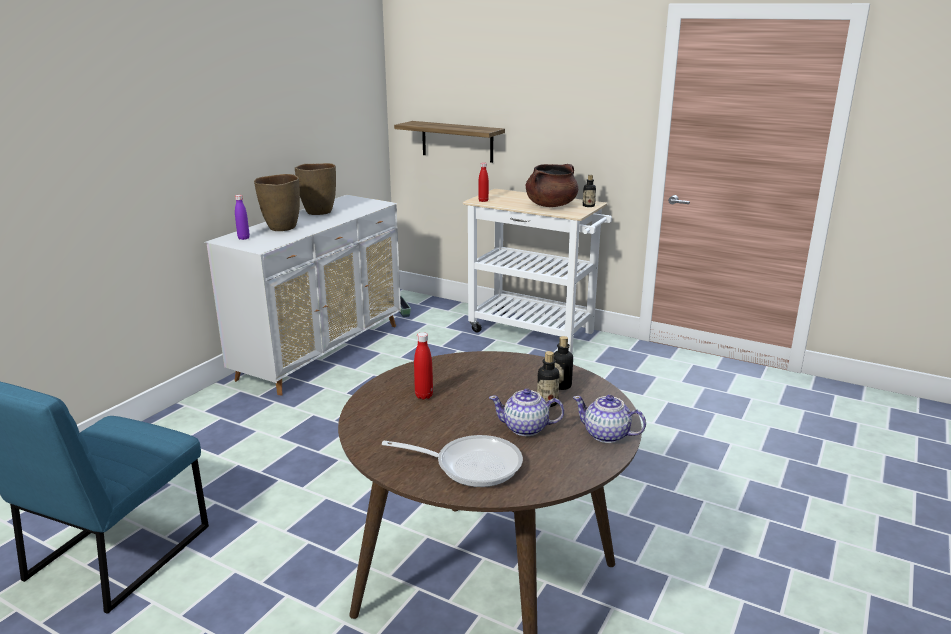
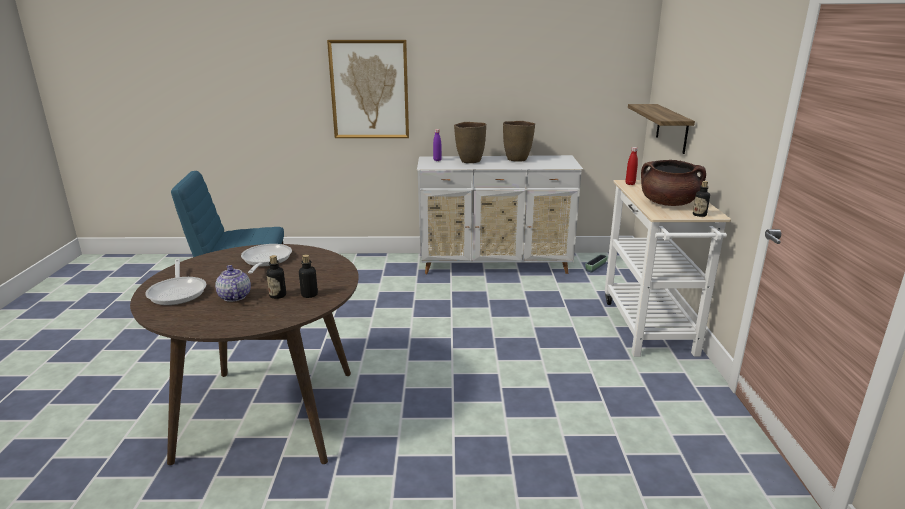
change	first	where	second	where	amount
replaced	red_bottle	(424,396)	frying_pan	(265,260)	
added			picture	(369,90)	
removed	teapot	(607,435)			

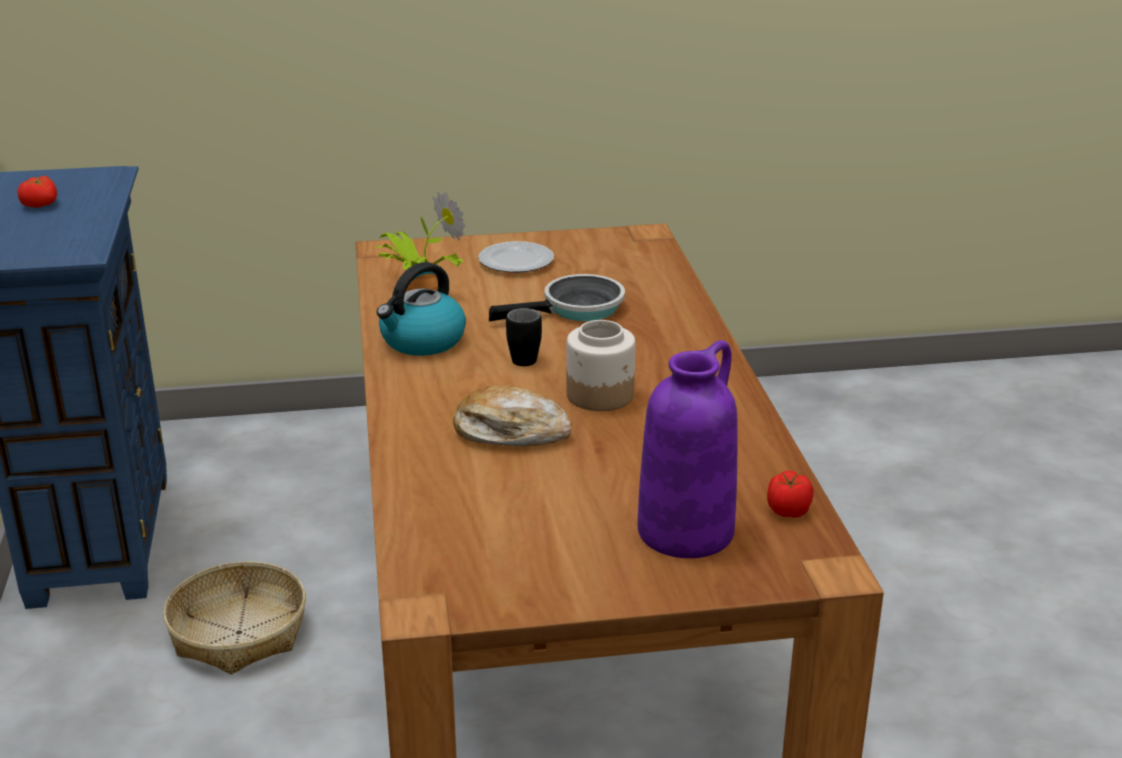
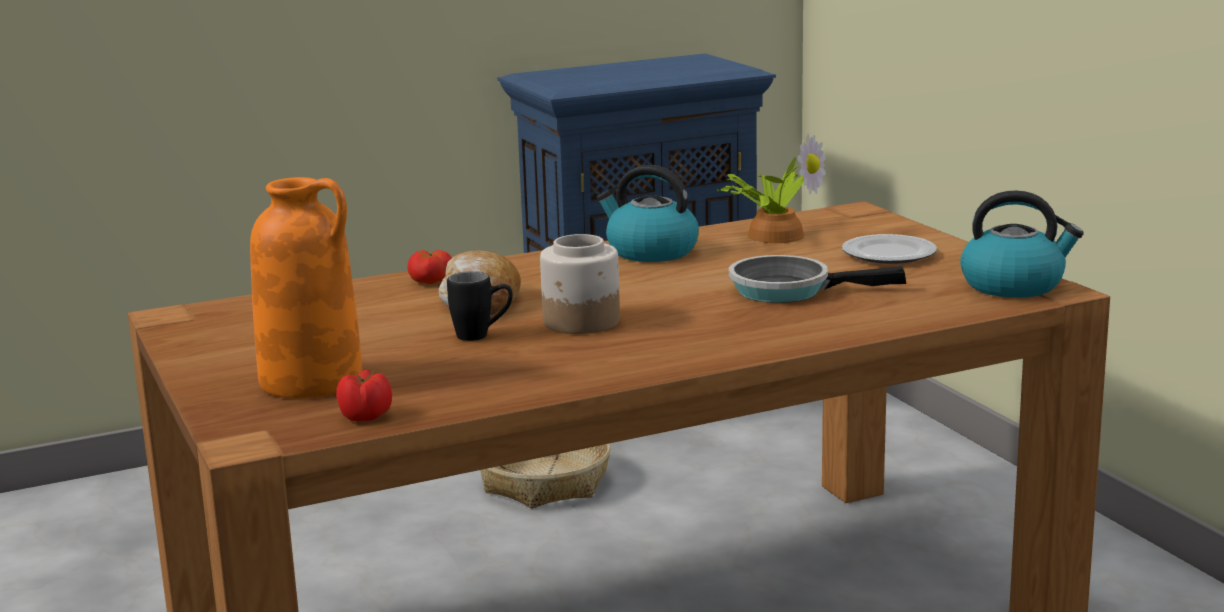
change	first	where	second	where	amount
recoloured	purple_vase	(685,530)	orange_vase	(313,381)	
moved	tomato	(41,204)		(431,282)	
moved	black_mug	(527,357)		(482,335)	
turned	frying_pan	(577,309)		(788,290)	135 degrees clockwise
added			kettle	(1014,285)	

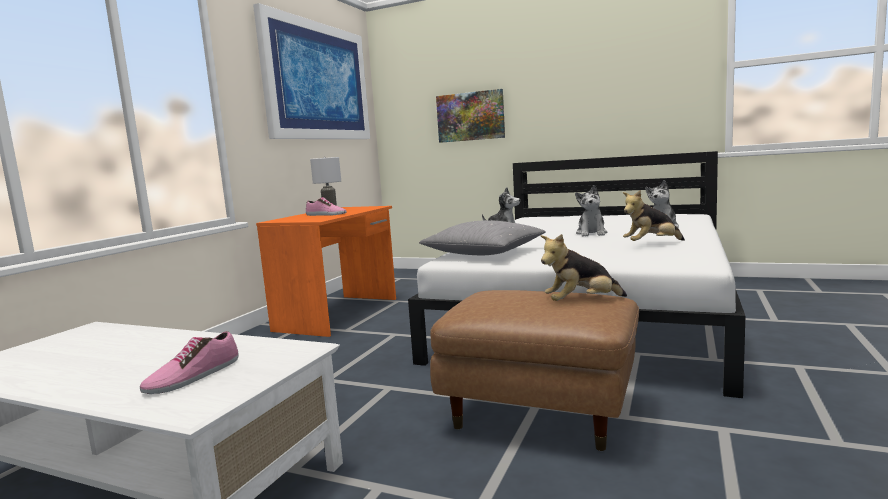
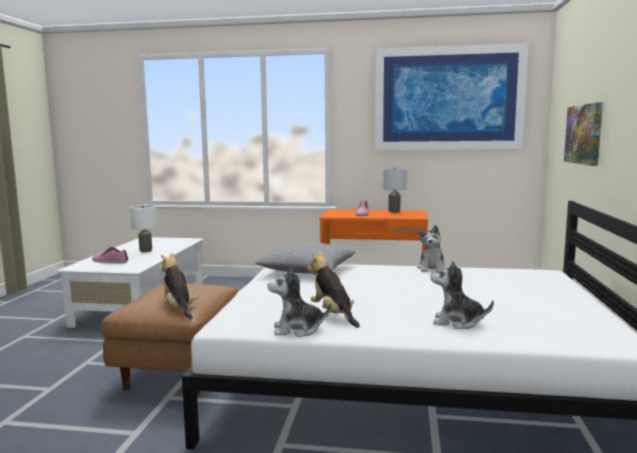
change	first	where	second	where	amount
added			white_table_lamp	(146,251)	
moved	plush_toy	(591,233)		(297,330)	

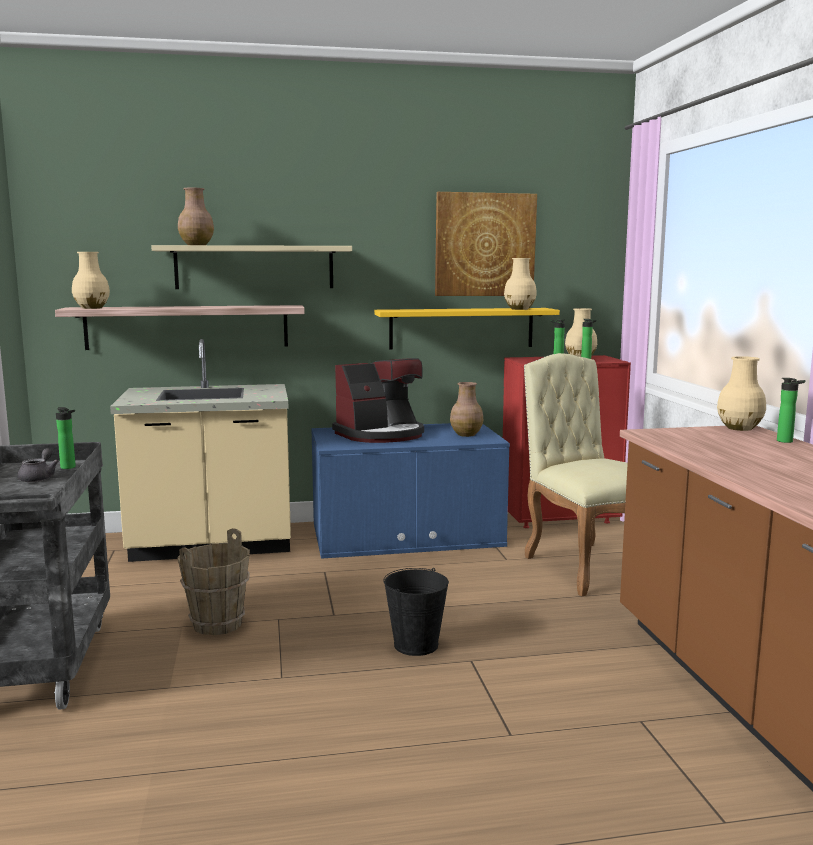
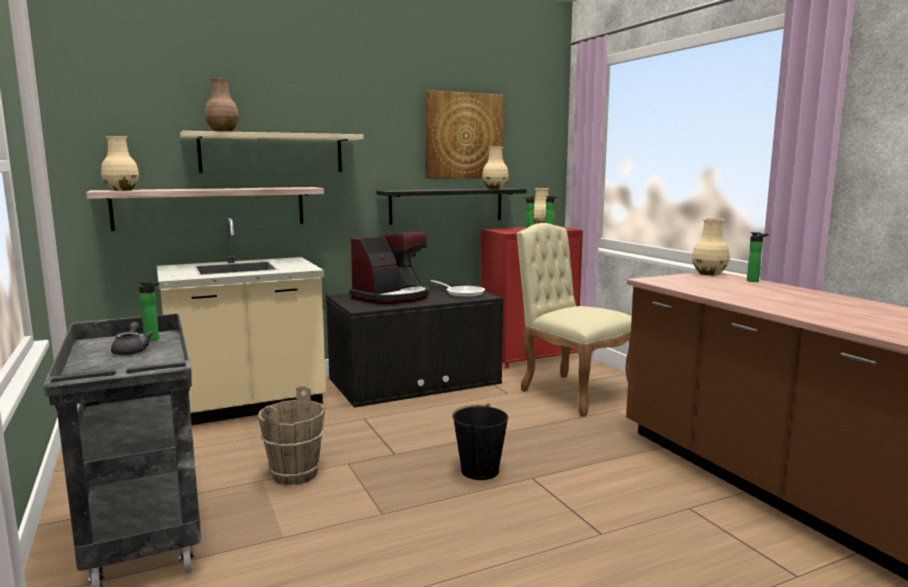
change	first	where	second	where	amount
recoloured	blue_cabinet	(407,534)	black_cabinet	(415,381)	
recoloured	yellow_shelf	(461,328)	black_shelf	(446,205)	
replaced	brown_vase	(466,434)	frying_pan	(462,293)	

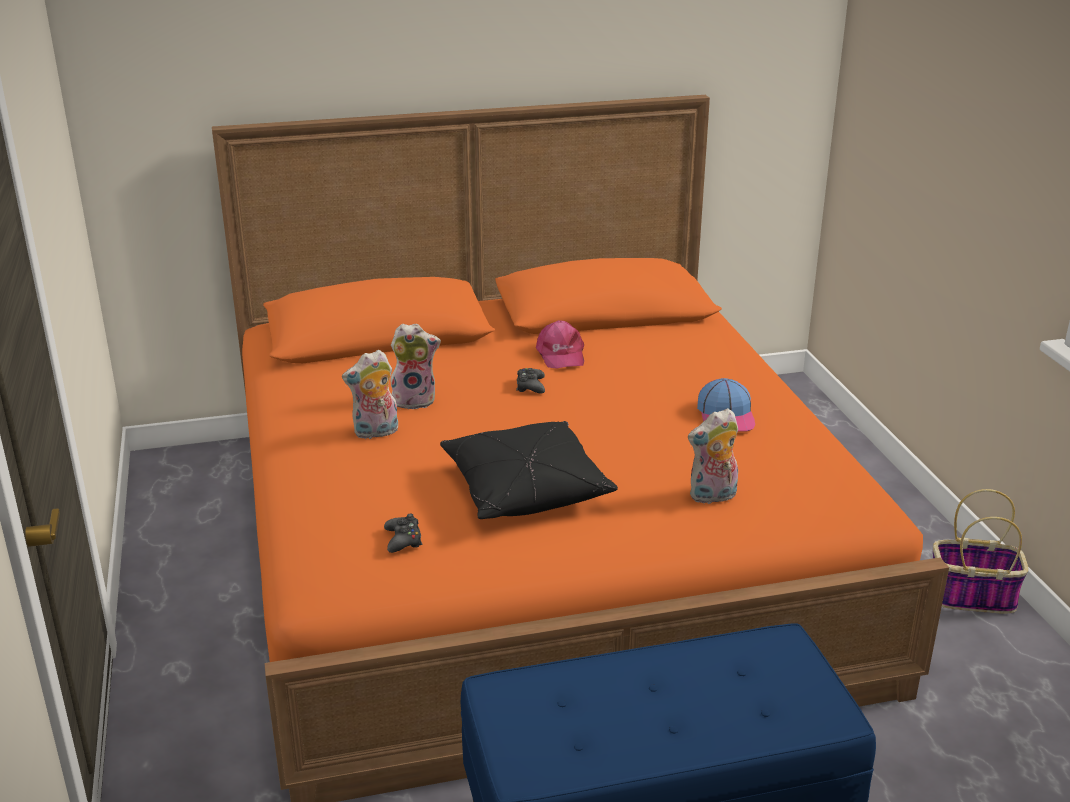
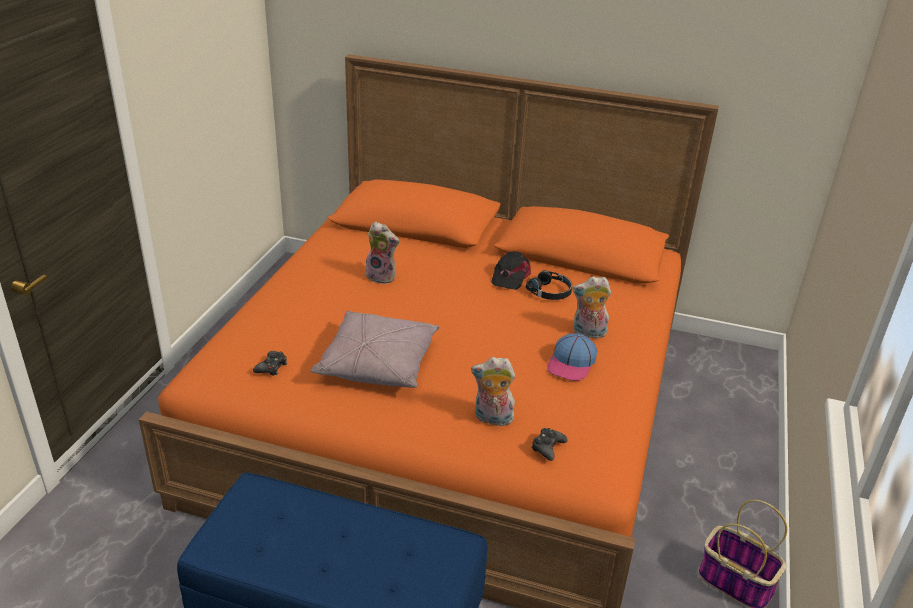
change	first	where	second	where	amount
recoloured	black_pillow	(525,490)	purple_pillow	(378,363)	
recoloured	pink_cap	(560,354)	black_cap	(510,276)	
added			black_headphones	(550,292)	
moved	black_game_controller	(530,386)		(548,447)	
moved	plush_toy	(375,433)		(588,333)	

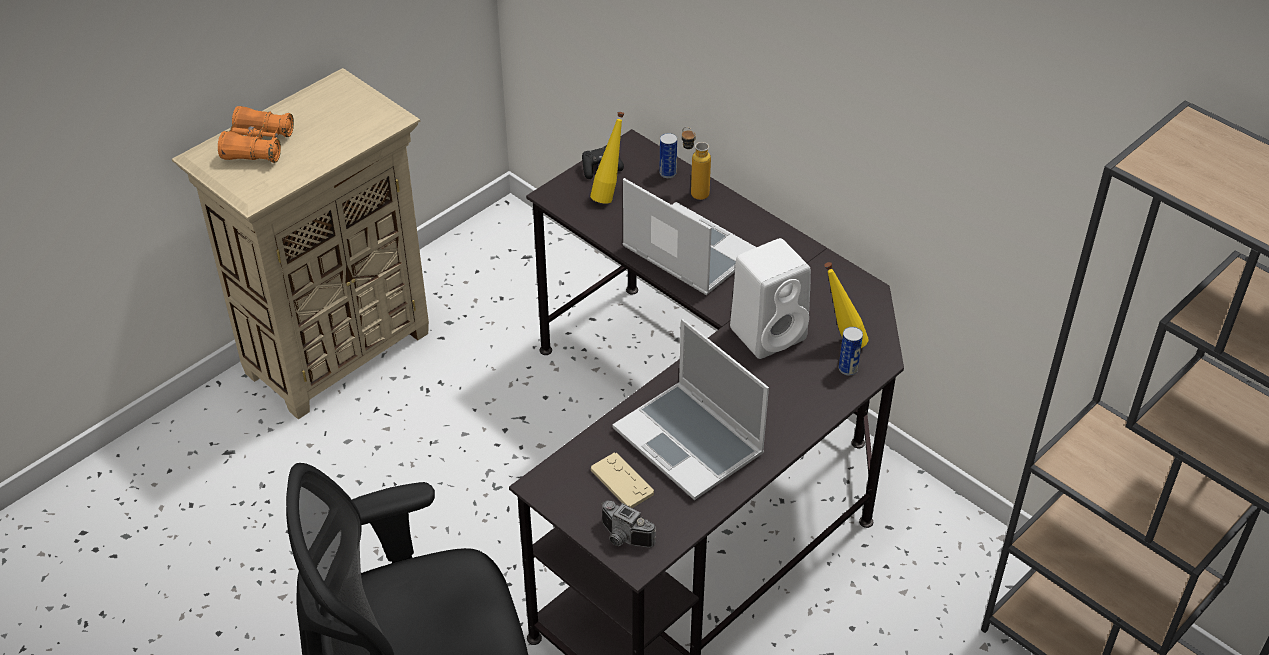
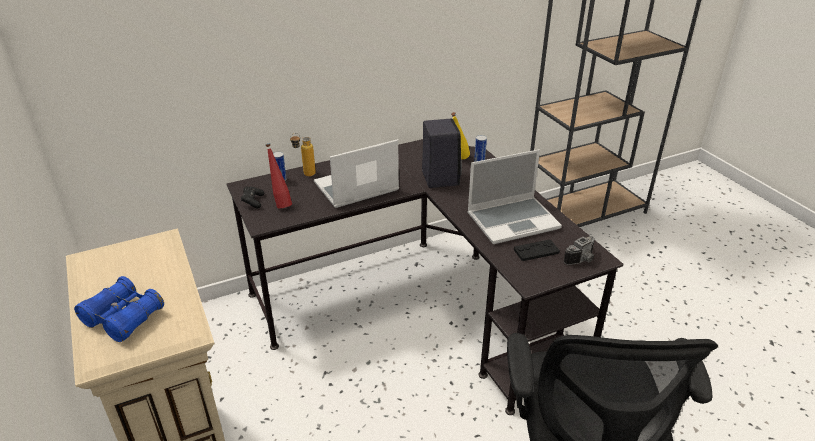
change	first	where	second	where	amount
recoloured	orange_binoculars	(258,146)	blue_binoculars	(123,318)	
recoloured	yellow_bottle	(609,194)	red_bottle	(281,204)	
recoloured	white_speaker	(769,332)	black_speaker	(439,178)	
recoloured	beige_game_controller	(622,482)	black_game_controller	(536,251)	

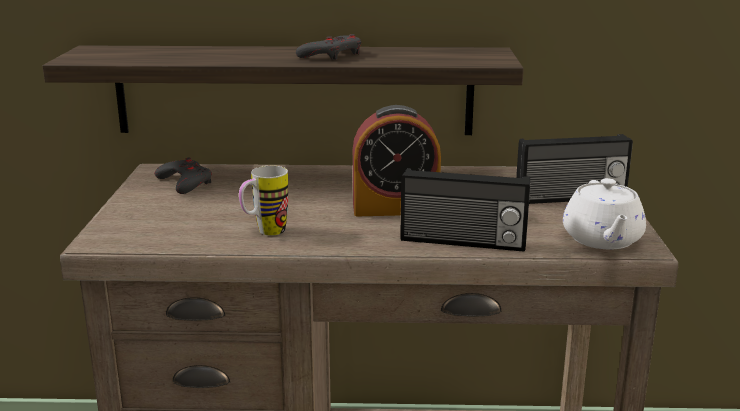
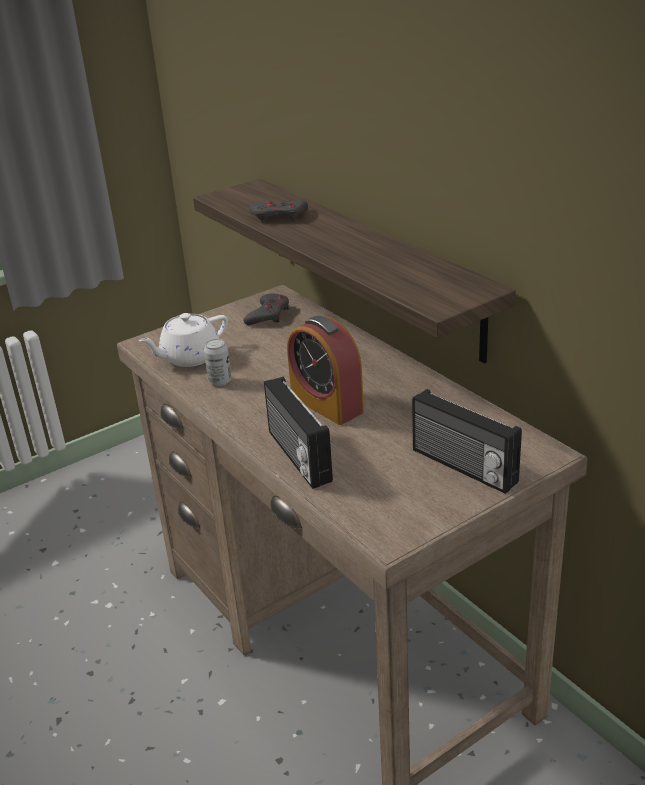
change	first	where	second	where	amount
moved	white_teapot	(602,240)		(189,357)	
replaced	mug	(264,233)	can	(220,381)	
moved	grey_game_controller	(332,55)		(279,216)	

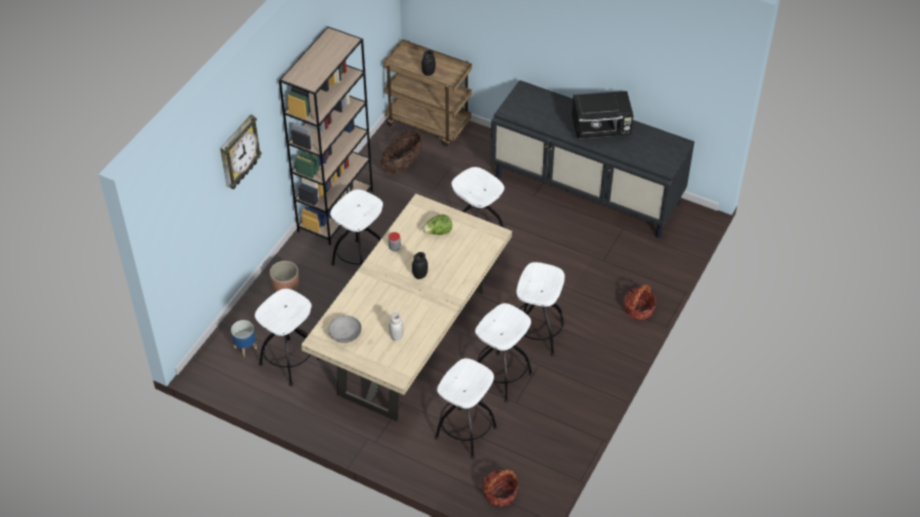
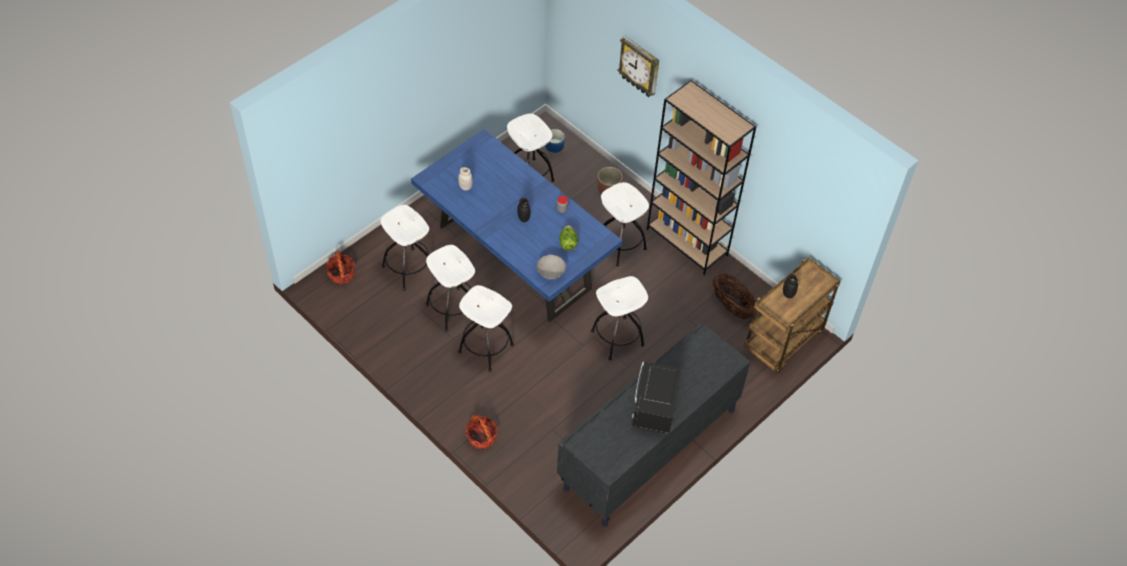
change	first	where	second	where	amount
recoloured	beige_dining_table	(412,342)	blue_dining_table	(515,258)	
moved	grey_bowl	(345,336)		(551,272)	

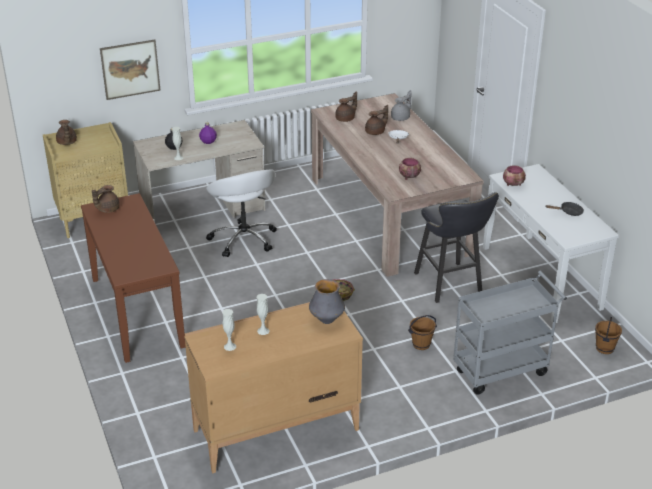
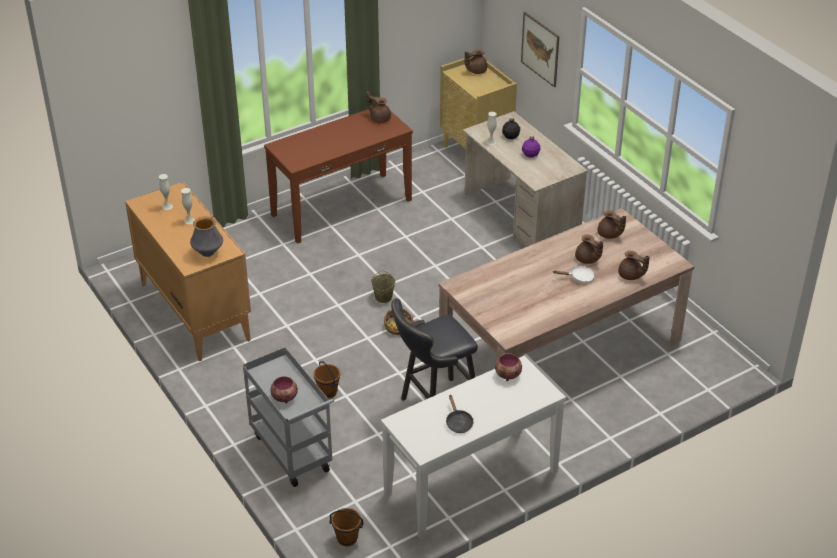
change	first	where	second	where	amount
moved	bowl	(408,176)		(284,397)	
added			beige_bucket	(383,297)	
recoloured	grey_teapot	(401,118)	brown_teapot	(631,276)	
removed	white_office_chair	(244,240)			

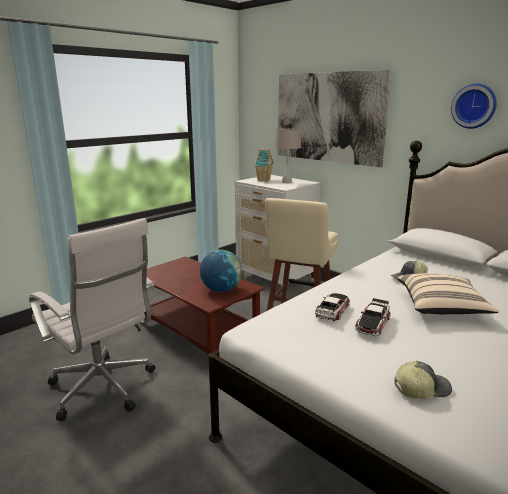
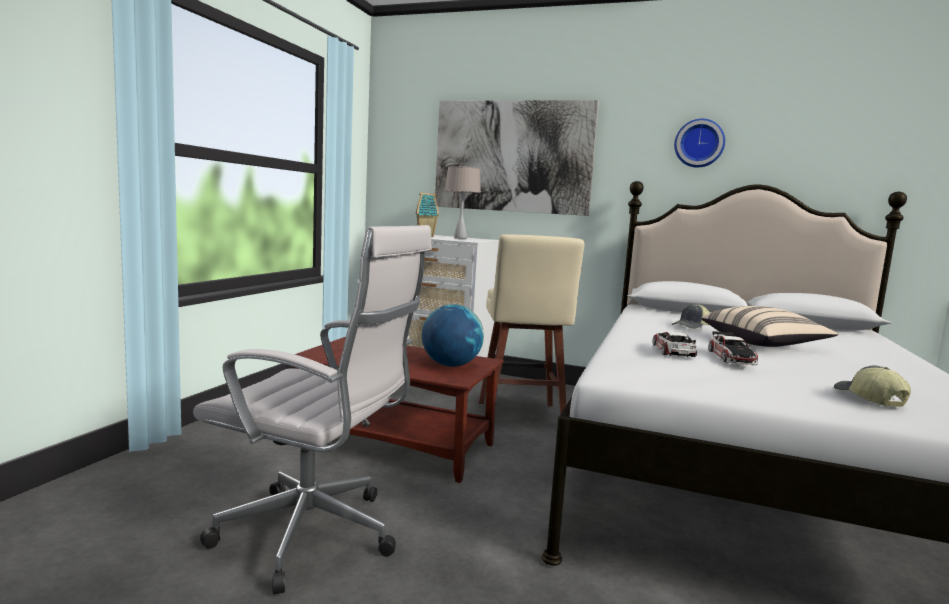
change	first	where	second	where	amount
turned	cap	(421,388)		(868,399)	60 degrees counterclockwise

